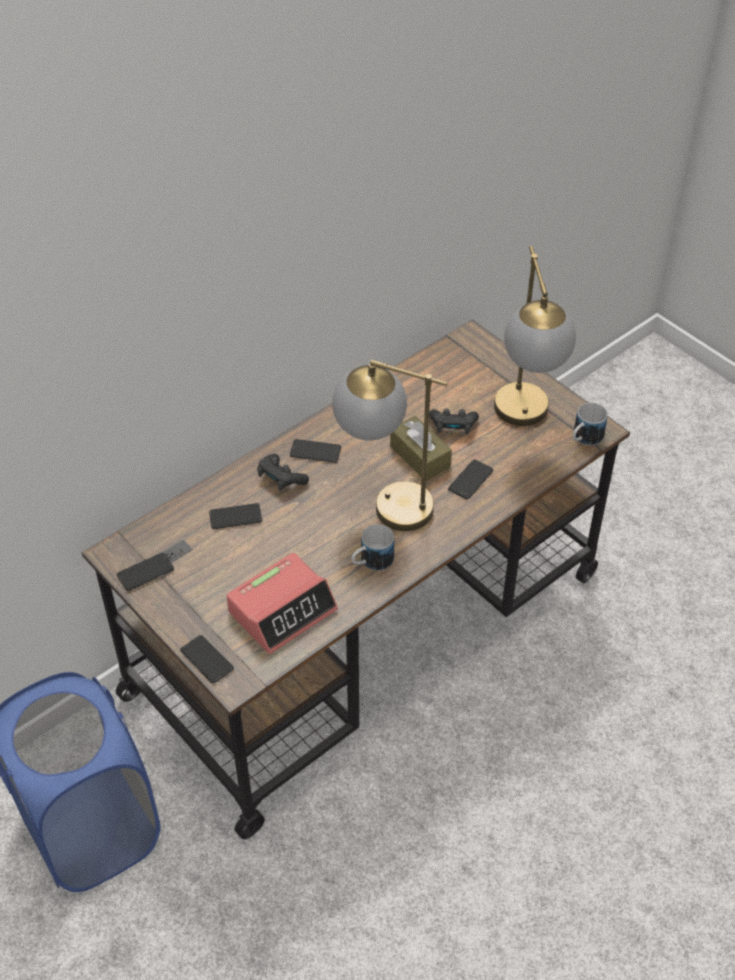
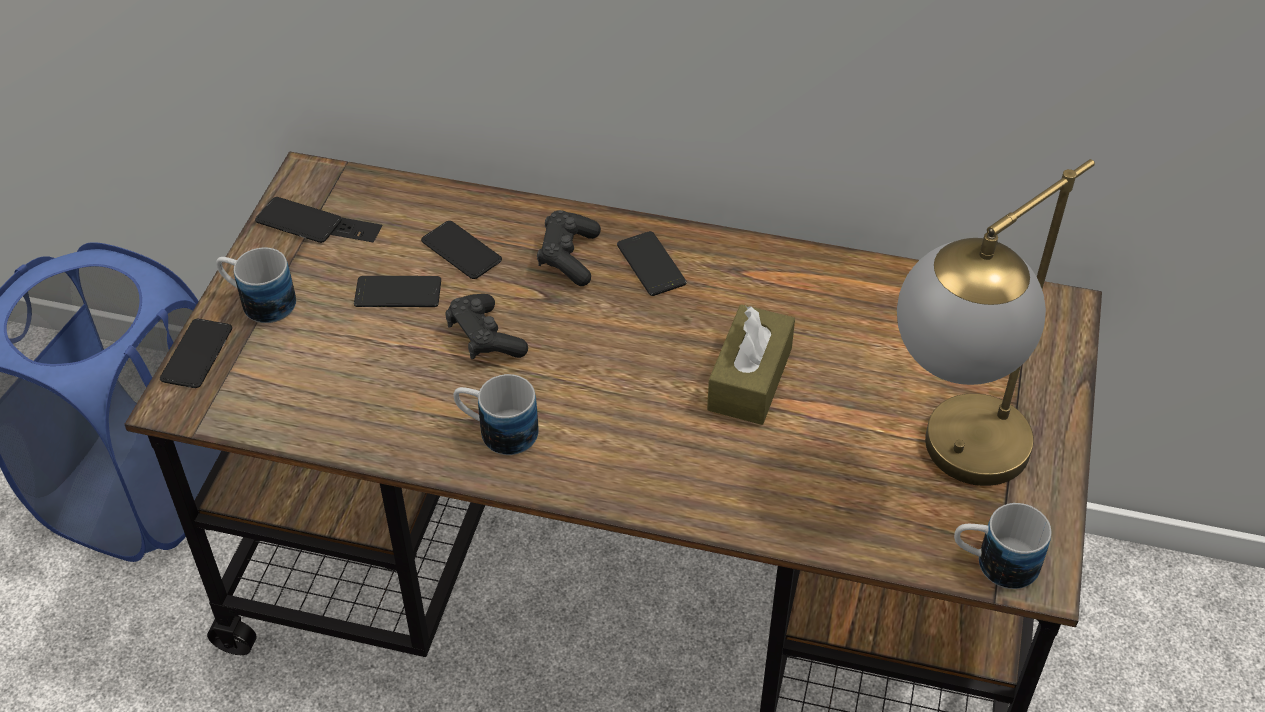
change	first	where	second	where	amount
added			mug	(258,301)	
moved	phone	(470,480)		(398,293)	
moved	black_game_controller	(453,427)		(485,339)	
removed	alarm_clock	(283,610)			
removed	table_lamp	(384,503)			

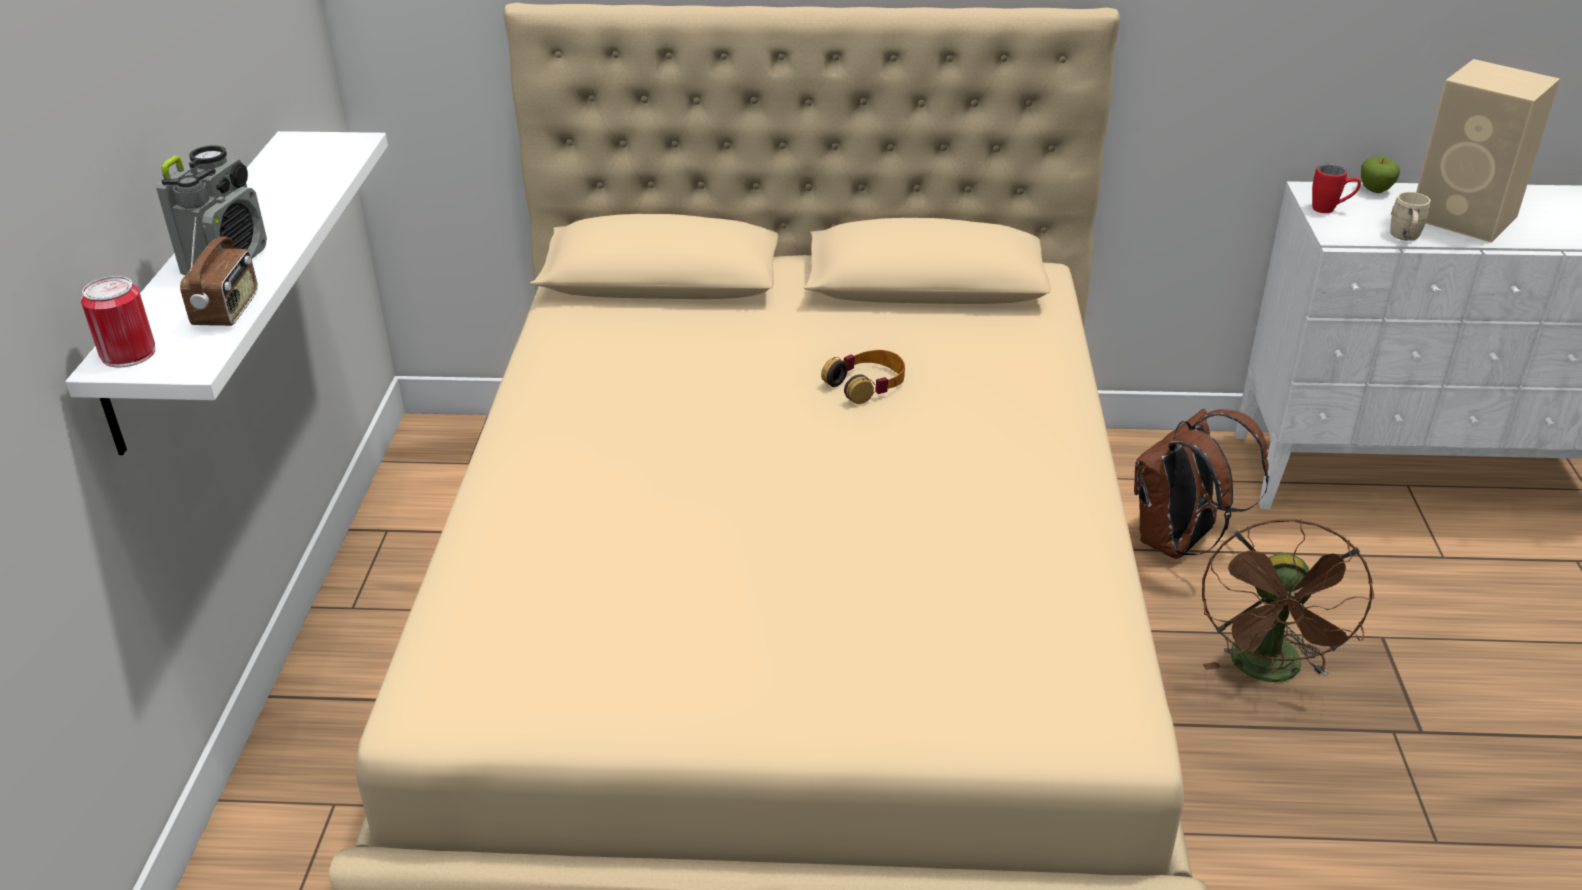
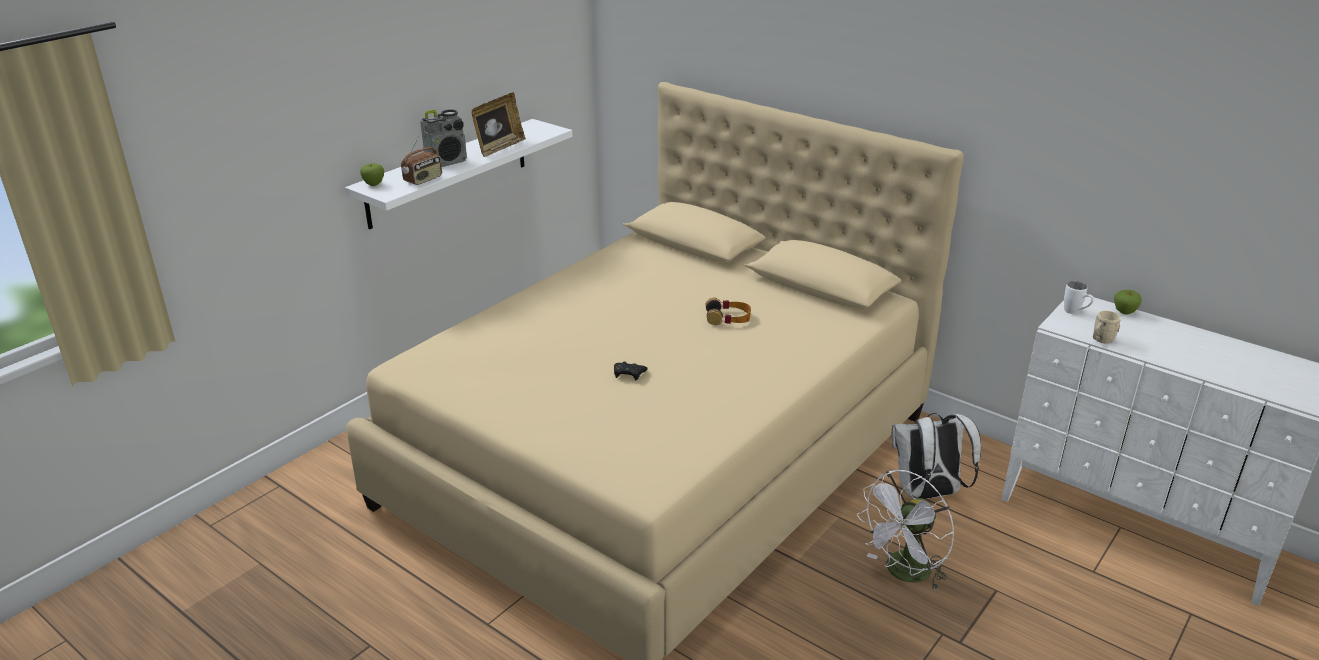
change	first	where	second	where	amount
replaced	can	(128,353)	apple	(374,184)	
added			picture_frame	(499,147)	
added			black_game_controller	(629,373)	
recoloured	brown_fan	(1269,671)	white_fan	(903,574)	
recoloured	brown_backpack	(1178,543)	white_backpack	(927,494)	
recoloured	red_mug	(1330,209)	white_mug	(1075,312)	
removed	beige_speaker	(1466,218)			

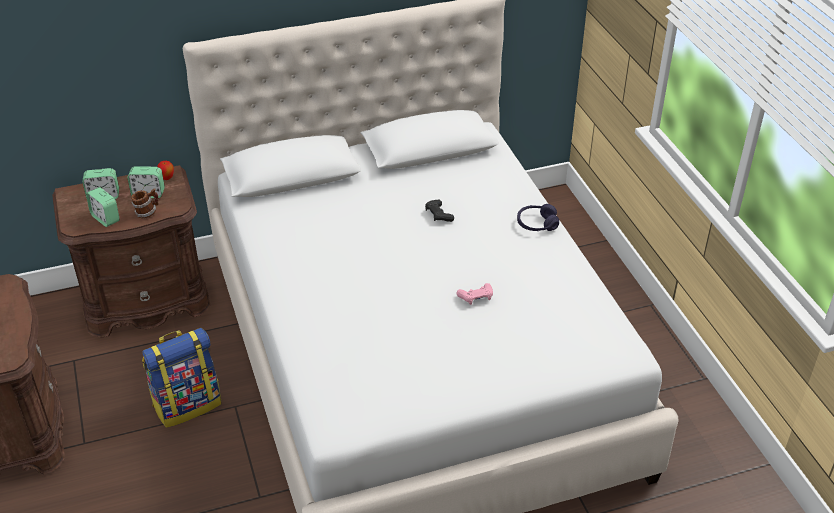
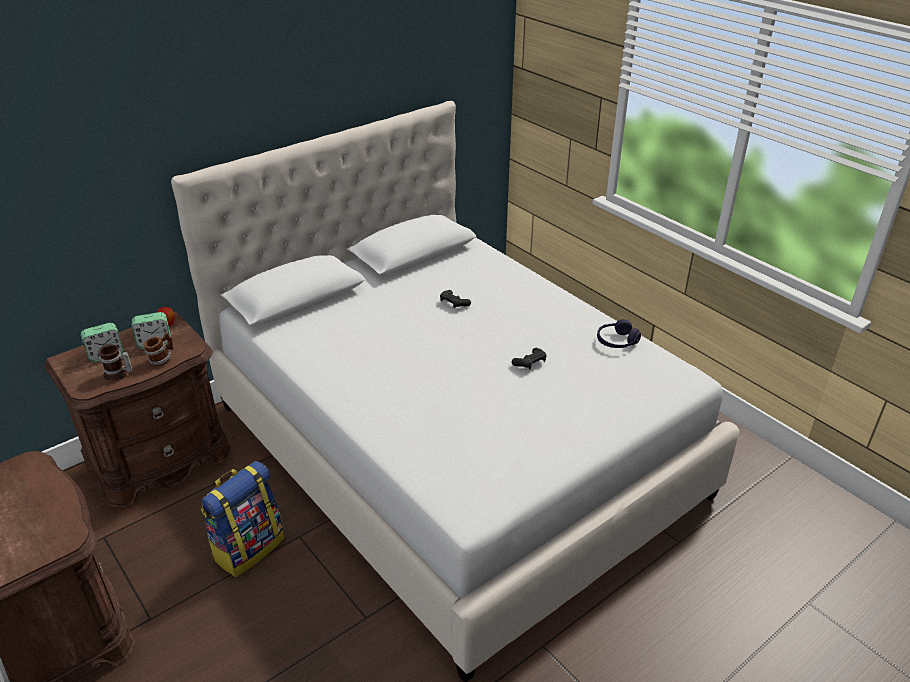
change	first	where	second	where	amount
replaced	alarm_clock	(105,218)	mug	(118,374)	
recoloured	pink_game_controller	(476,297)	black_game_controller	(530,363)	
moved	purple_headphones	(537,224)		(616,341)	

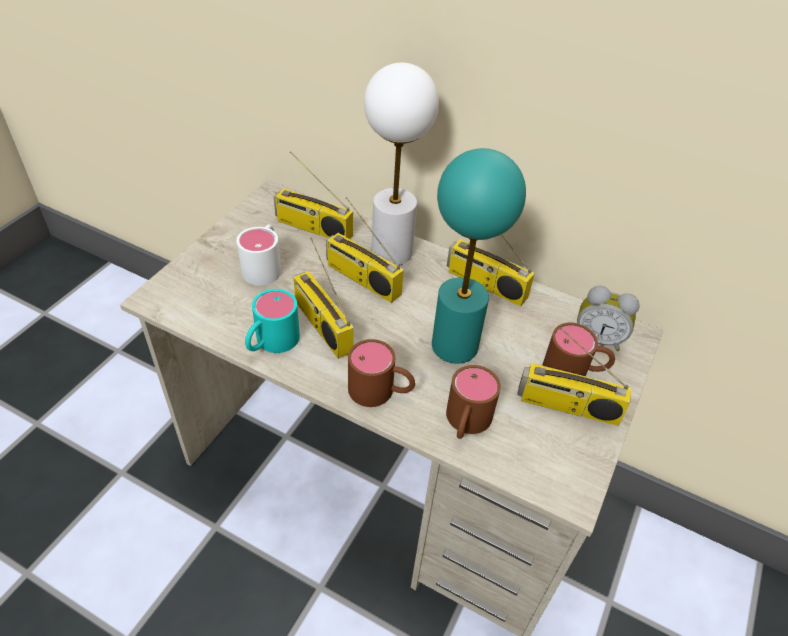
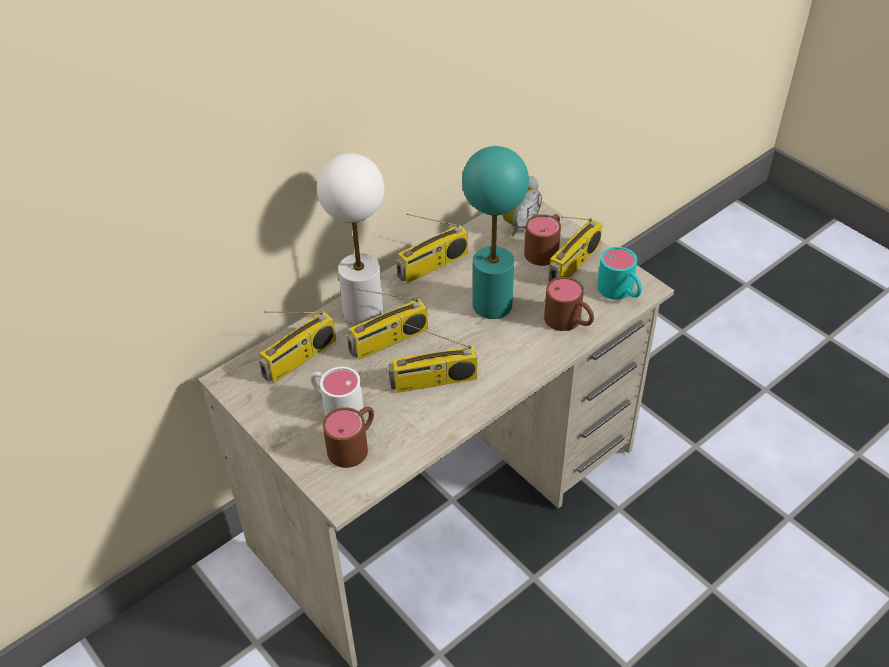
change	first	where	second	where	amount
moved	brown_mug	(381,391)		(354,445)	
moved	turquoise_mug	(271,343)		(620,292)	

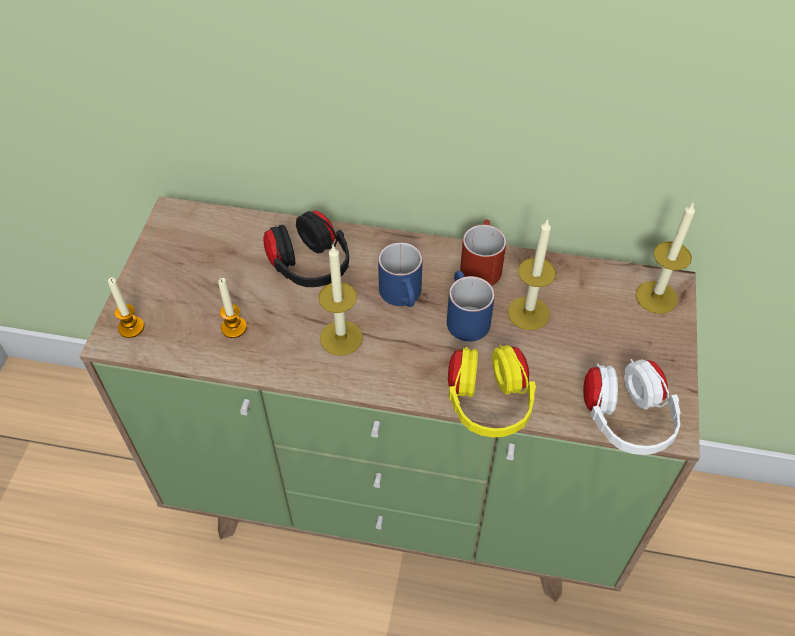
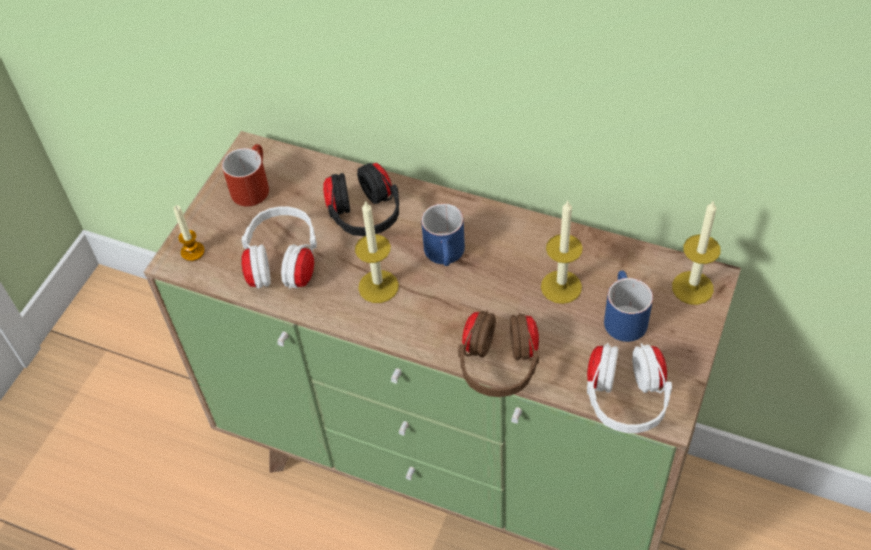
change	first	where	second	where	amount
moved	red_mug	(480,265)		(252,185)	
replaced	candle	(234,327)	white_headphones	(283,264)	
recoloured	yellow_headphones	(488,404)	brown_headphones	(499,367)	
moved	blue_mug	(463,317)		(622,316)	

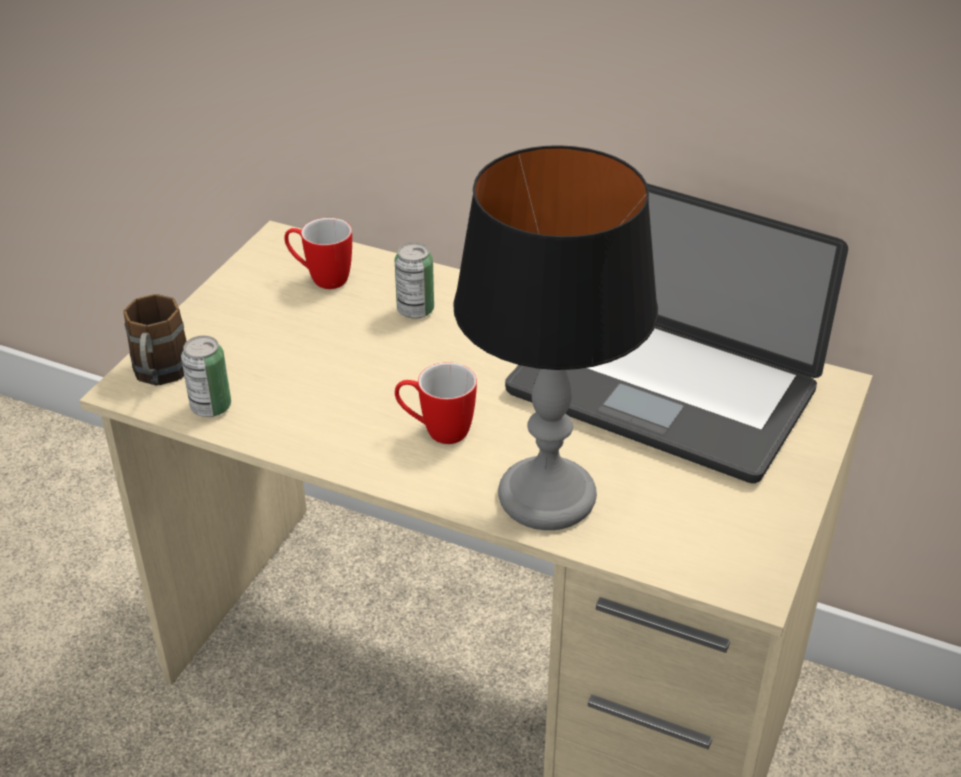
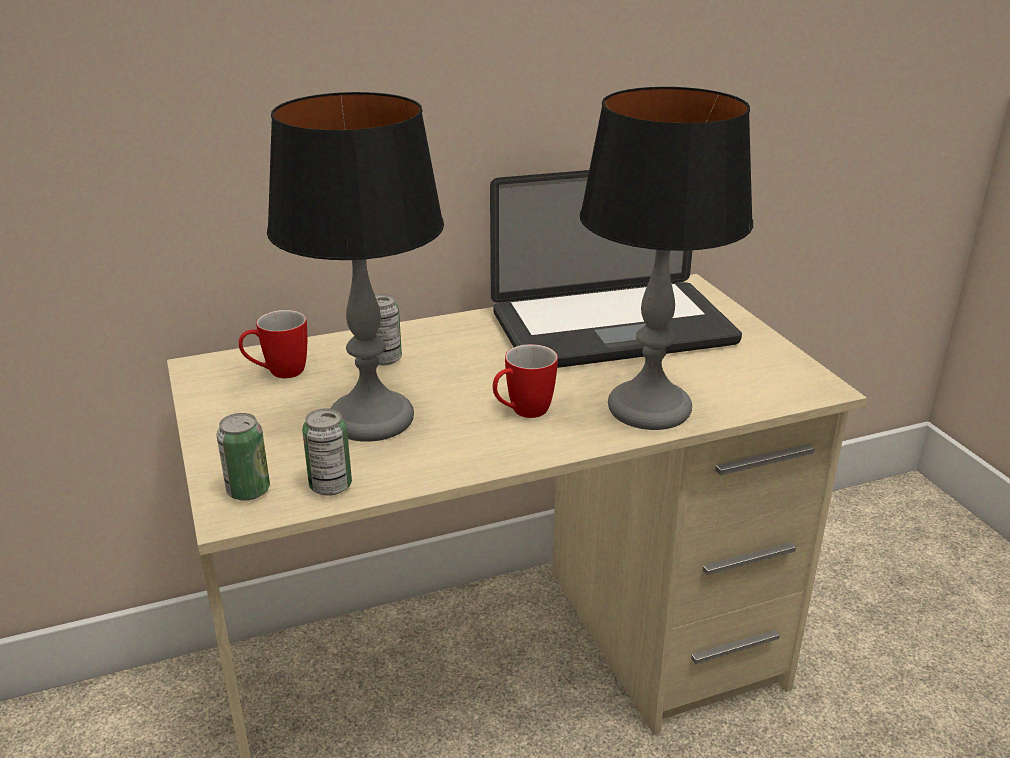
change	first	where	second	where	amount
replaced	brown_mug	(160,376)	can	(248,491)	
added			table_lamp	(372,419)	

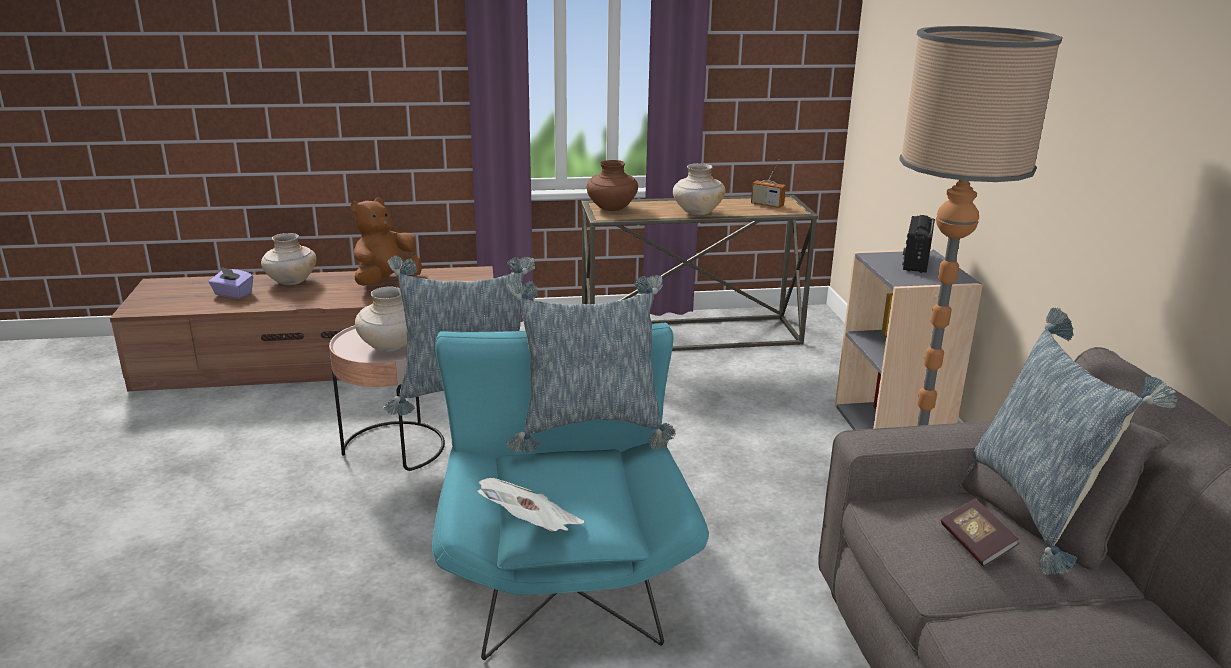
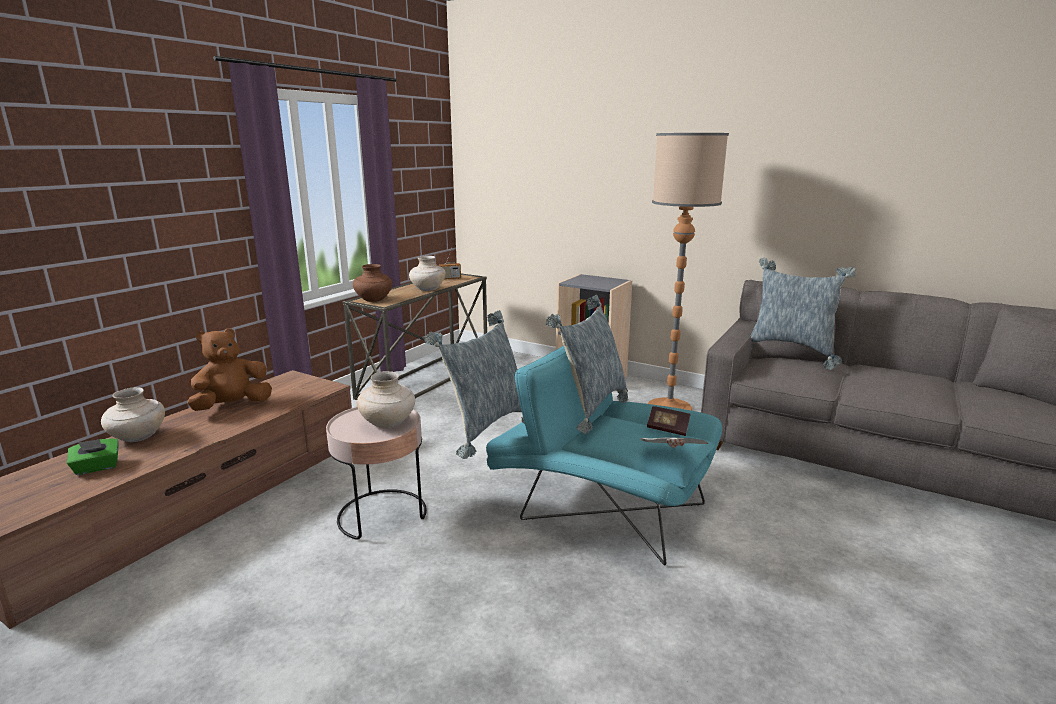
change	first	where	second	where	amount
recoloured	purple_tissue_box	(233,294)	green_tissue_box	(97,467)	
turned	brown_plush_toy	(386,281)		(232,406)	60 degrees clockwise
moved	book	(976,544)		(667,429)	
removed	radio	(916,263)			

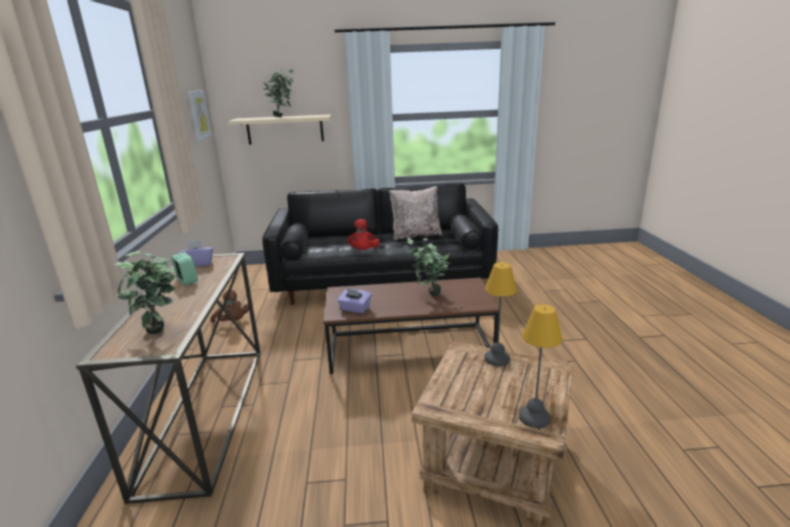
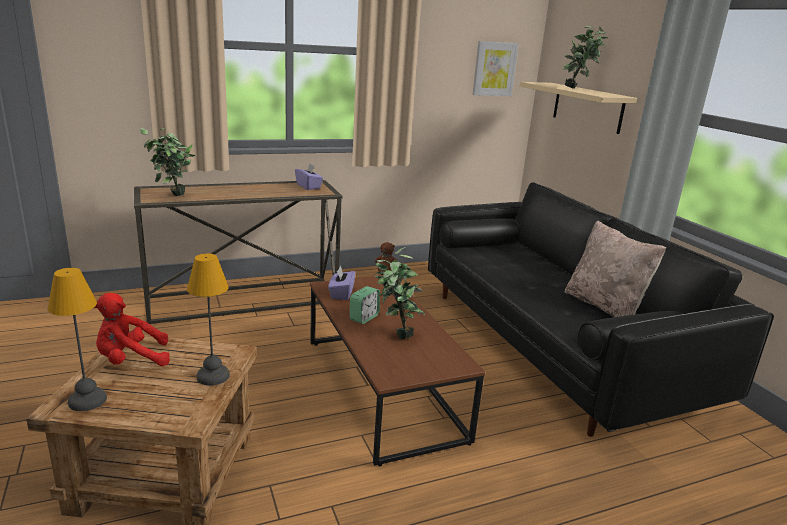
change	first	where	second	where	amount
moved	red_plush_toy	(364,251)		(131,360)	
moved	alarm_clock	(187,280)		(364,318)	

